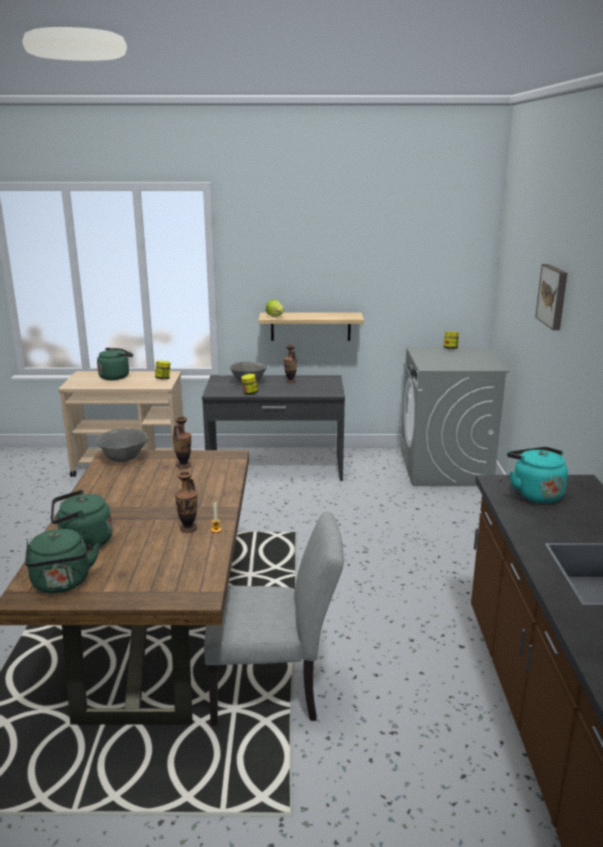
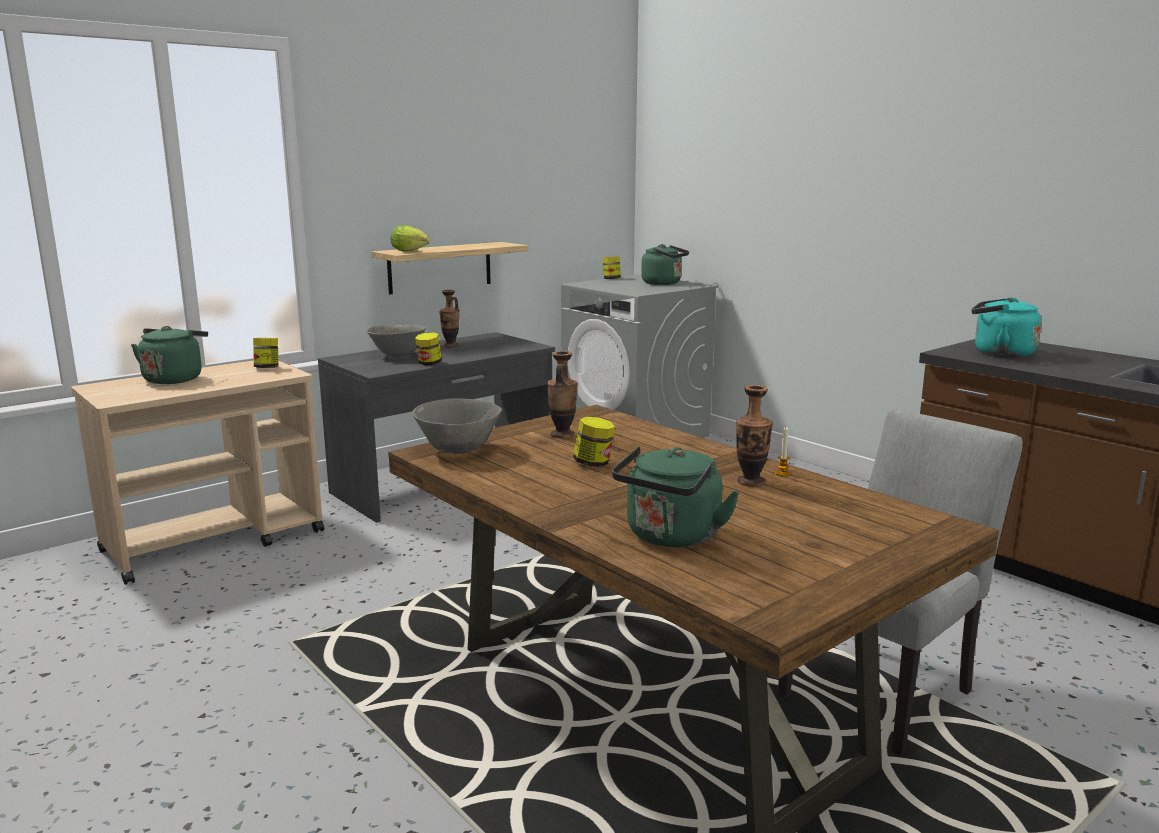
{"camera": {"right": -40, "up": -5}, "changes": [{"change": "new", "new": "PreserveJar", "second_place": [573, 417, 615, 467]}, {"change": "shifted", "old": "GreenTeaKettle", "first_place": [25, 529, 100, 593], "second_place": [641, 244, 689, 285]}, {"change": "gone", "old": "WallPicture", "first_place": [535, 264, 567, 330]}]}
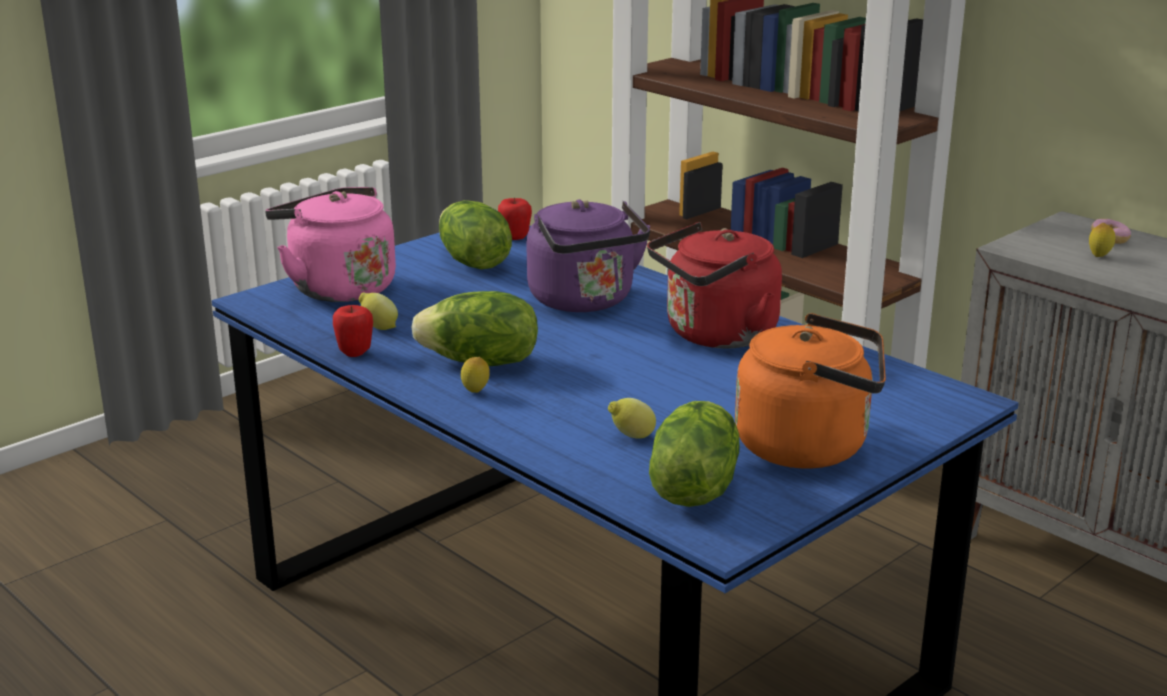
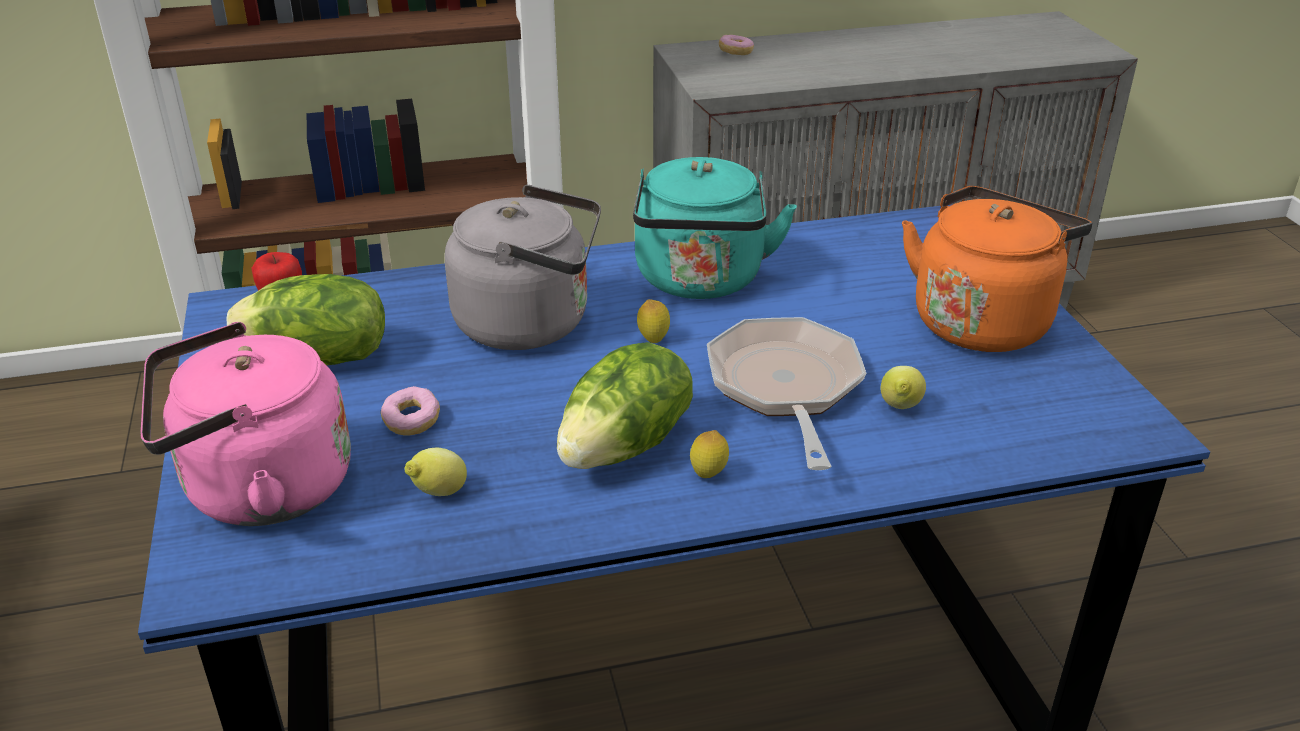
{"camera": {"right": -60, "up": 10}, "changes": [{"change": "new", "new": "Donut", "second_place": [381, 386, 440, 435]}, {"change": "repainted", "old": "PurpleColouredTeaKettle", "new": "GreyishTeaKettle", "first_place": [526, 199, 650, 312], "second_place": [445, 185, 601, 350]}, {"change": "repainted", "old": "RedTeaKettle", "new": "TurquoiseColouredTeaKettle", "first_place": [647, 222, 782, 348], "second_place": [633, 157, 797, 299]}, {"change": "shifted", "old": "Lemon", "first_place": [1089, 223, 1115, 257], "second_place": [637, 299, 670, 343]}, {"change": "new", "new": "FryingPan", "second_place": [707, 317, 866, 470]}, {"change": "gone", "old": "WholeApple", "first_place": [333, 305, 373, 357]}, {"change": "gone", "old": "LettuceHead", "first_place": [649, 401, 739, 507]}]}
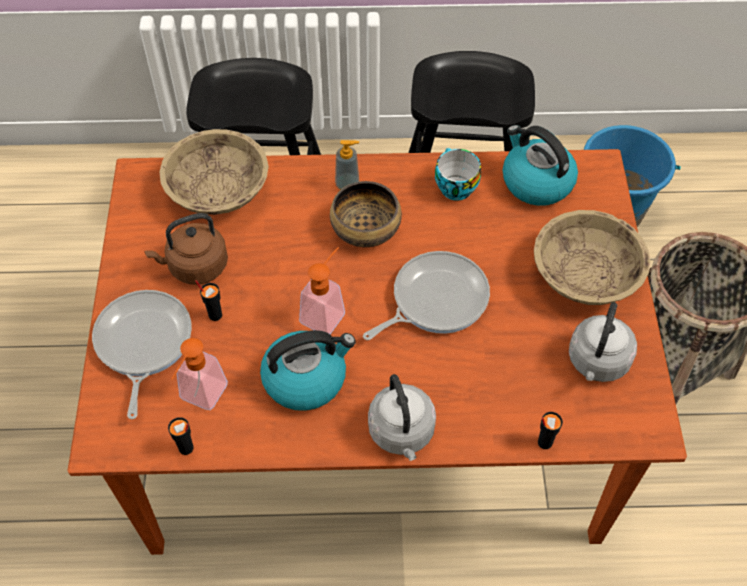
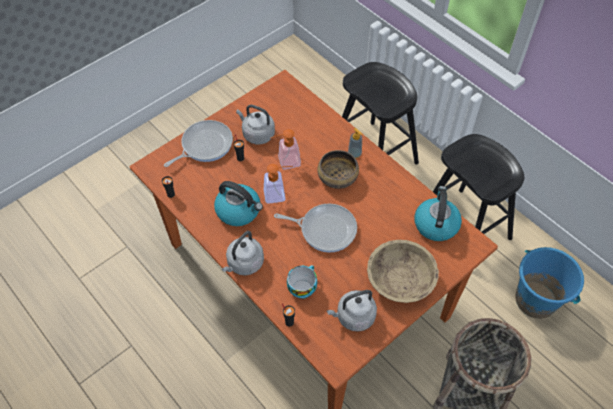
{"camera": {"right": 50, "up": 0}, "changes": [{"change": "repainted", "old": "BrownishTeaKettle", "new": "GreyishTeaKettle", "first_place": [144, 213, 228, 285], "second_place": [236, 105, 275, 144]}, {"change": "shifted", "old": "LiquidSoapBottle", "first_place": [171, 338, 228, 410], "second_place": [270, 129, 301, 169]}, {"change": "shifted", "old": "Cup", "first_place": [435, 148, 481, 201], "second_place": [287, 265, 317, 299]}, {"change": "gone", "old": "BeigeColouredDeepDish", "first_place": [159, 129, 269, 215]}]}
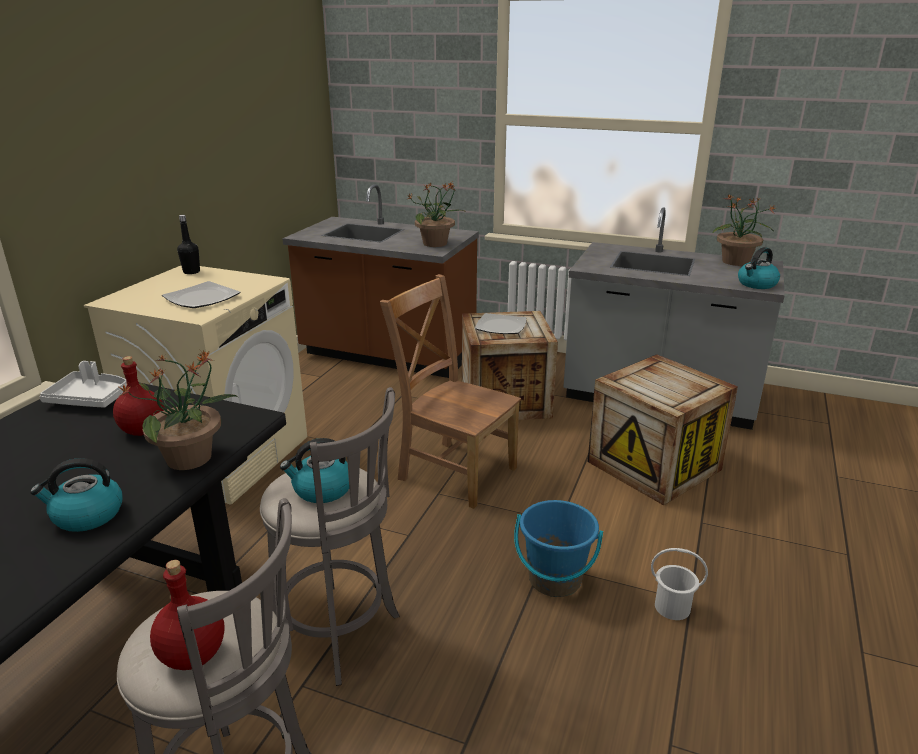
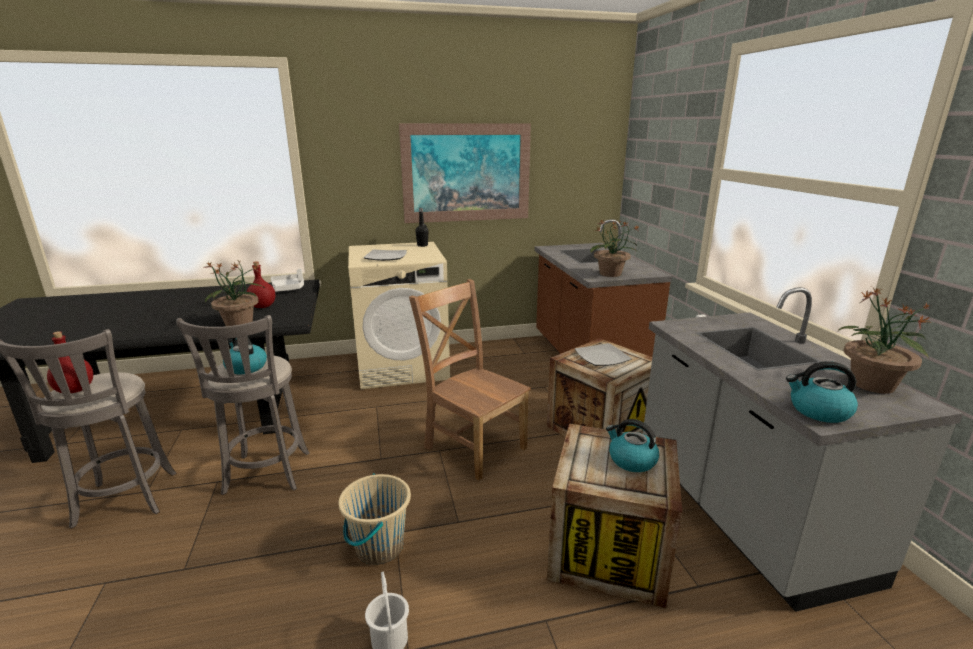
{"camera": {"right": 55, "up": -5}, "changes": [{"change": "repainted", "old": "BluishBucket", "new": "BeigeColouredBucket", "first_place": [514, 500, 603, 597], "second_place": [338, 473, 411, 565]}, {"change": "new", "new": "WallPicture", "second_place": [399, 123, 531, 223]}, {"change": "rotated", "old": "BrownishChair", "first_place": [380, 274, 521, 509], "second_place": [409, 279, 531, 481], "degrees": -45}, {"change": "shifted", "old": "TeaKettle", "first_place": [30, 458, 123, 532], "second_place": [606, 419, 659, 472]}]}
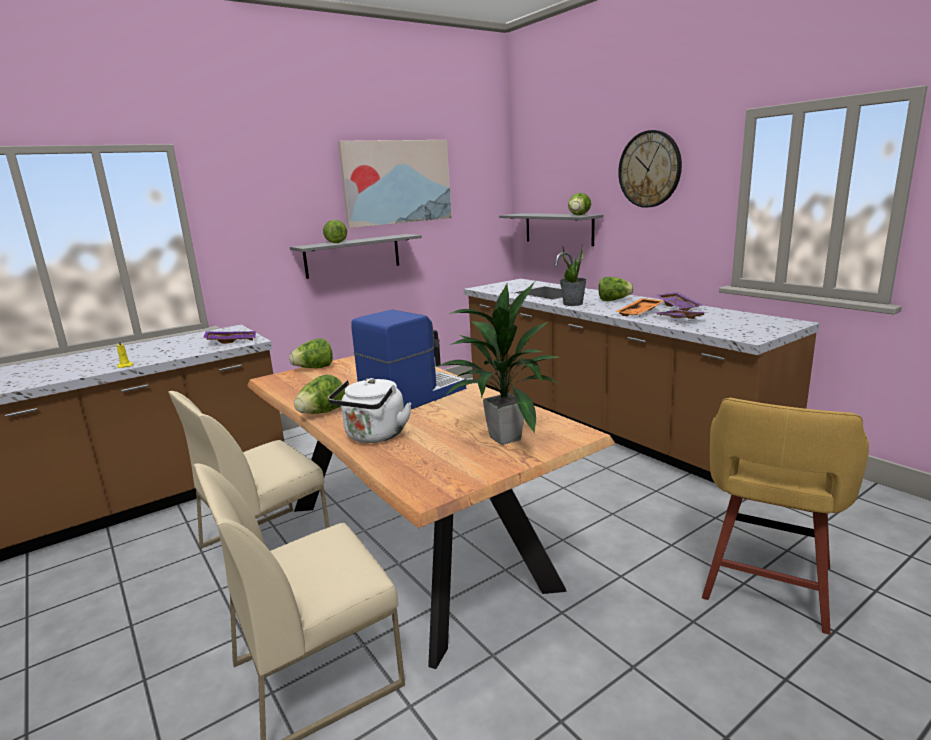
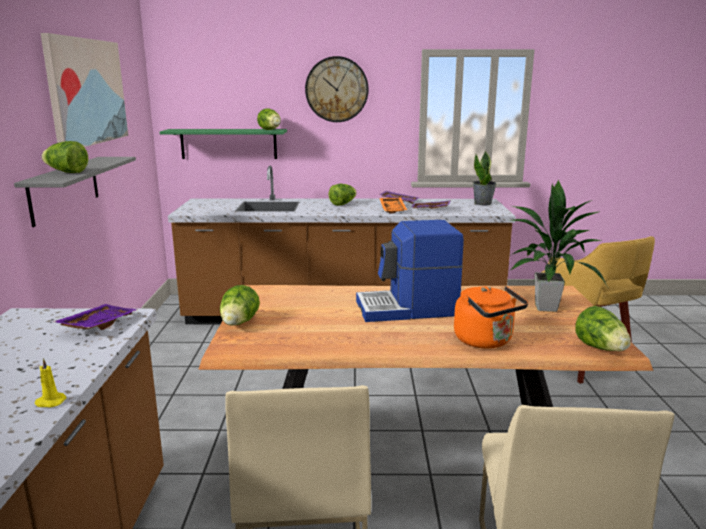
{"camera": {"right": -55, "up": 0}, "changes": [{"change": "repainted", "old": "GreyishWallShelf", "new": "GreenWallShelf", "first_place": [499, 213, 603, 246], "second_place": [159, 129, 287, 159]}, {"change": "rotated", "old": "CoffeeMachine", "first_place": [351, 310, 466, 409], "second_place": [356, 220, 464, 322], "degrees": -90}, {"change": "repainted", "old": "WhiteColouredTeaKettle", "new": "OrangeyTeaKettle", "first_place": [328, 378, 412, 443], "second_place": [454, 286, 528, 349]}, {"change": "shifted", "old": "PlantInAPot", "first_place": [560, 243, 587, 306], "second_place": [473, 151, 497, 205]}, {"change": "shifted", "old": "LettuceHead", "first_place": [294, 375, 345, 414], "second_place": [575, 306, 631, 351]}]}
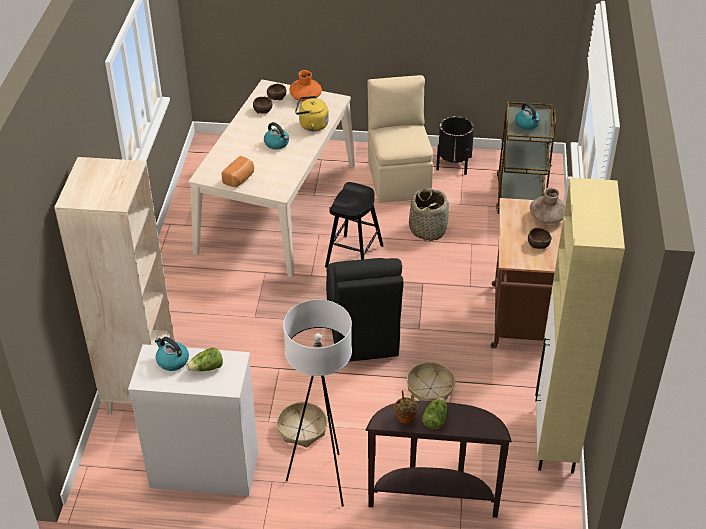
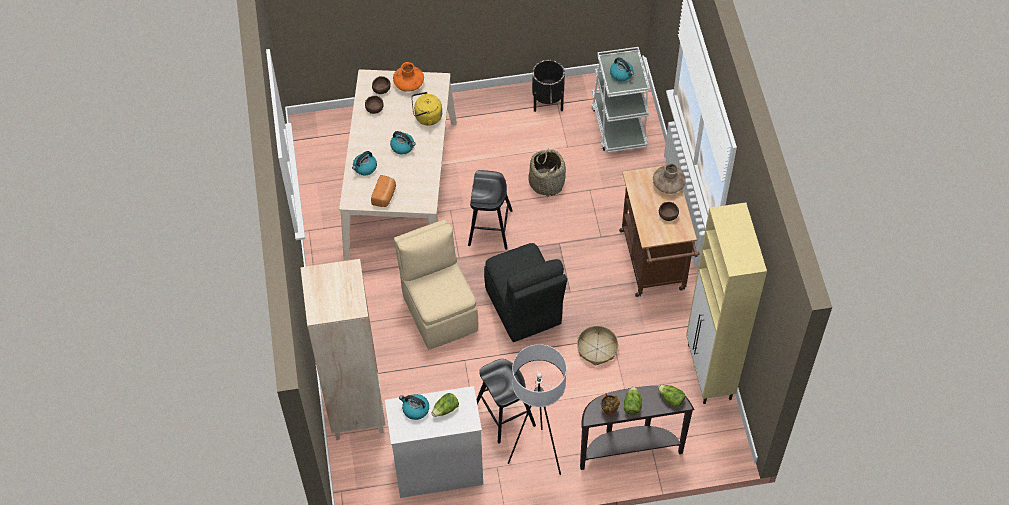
{"camera": {"right": -15, "up": 15}, "changes": [{"change": "new", "new": "TeaKettle", "second_place": [352, 151, 377, 175]}, {"change": "shifted", "old": "BeigeColouredChair", "first_place": [368, 75, 433, 203], "second_place": [394, 219, 478, 350]}, {"change": "swapped", "old": "HouseholdBasket", "new": "BlackishStoolSeat", "first_place": [277, 402, 327, 448], "second_place": [476, 359, 536, 444]}, {"change": "repainted", "old": "BrownishCart", "new": "WhiteColouredCart", "first_place": [496, 102, 556, 214], "second_place": [591, 47, 650, 153]}, {"change": "new", "new": "LettuceHead", "second_place": [658, 385, 685, 407]}]}
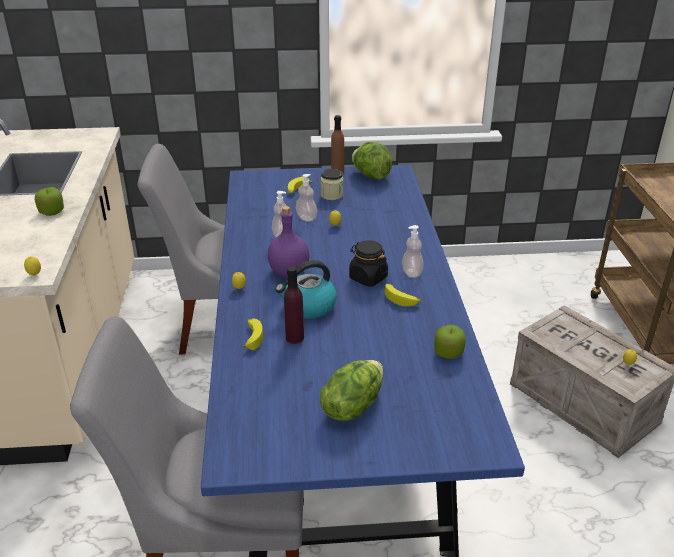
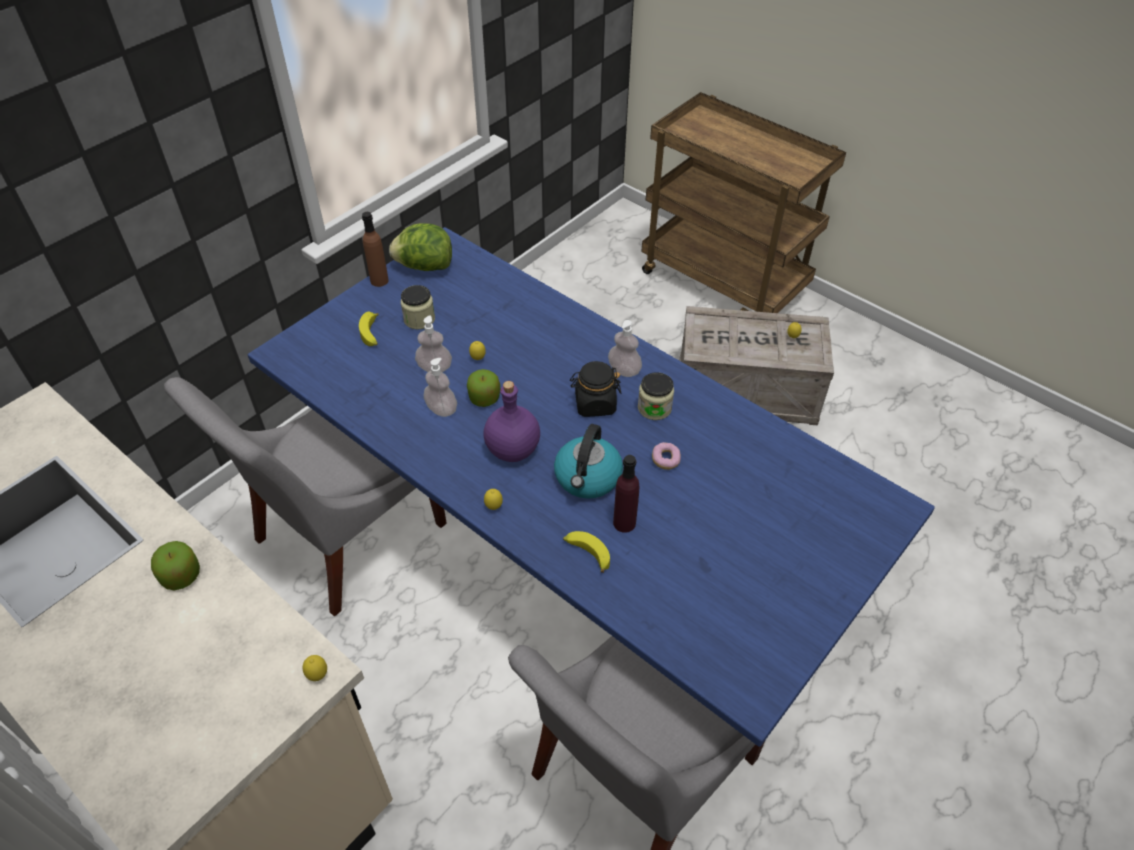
{"camera": {"right": -45, "up": 15}, "changes": [{"change": "shifted", "old": "WholeApple", "first_place": [435, 325, 466, 359], "second_place": [467, 369, 500, 407]}, {"change": "swapped", "old": "WholeBanana", "new": "PreserveJar", "first_place": [385, 283, 421, 306], "second_place": [638, 372, 674, 420]}, {"change": "new", "new": "Donut", "second_place": [652, 442, 681, 470]}, {"change": "gone", "old": "LettuceHead", "first_place": [320, 360, 383, 421]}]}
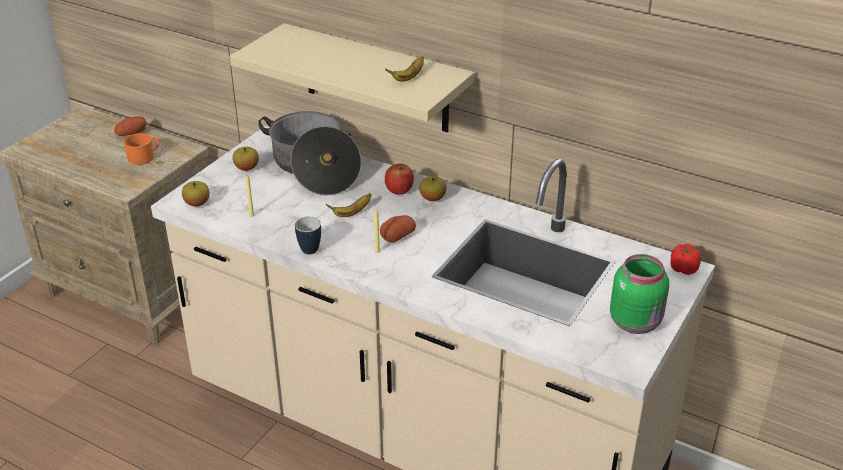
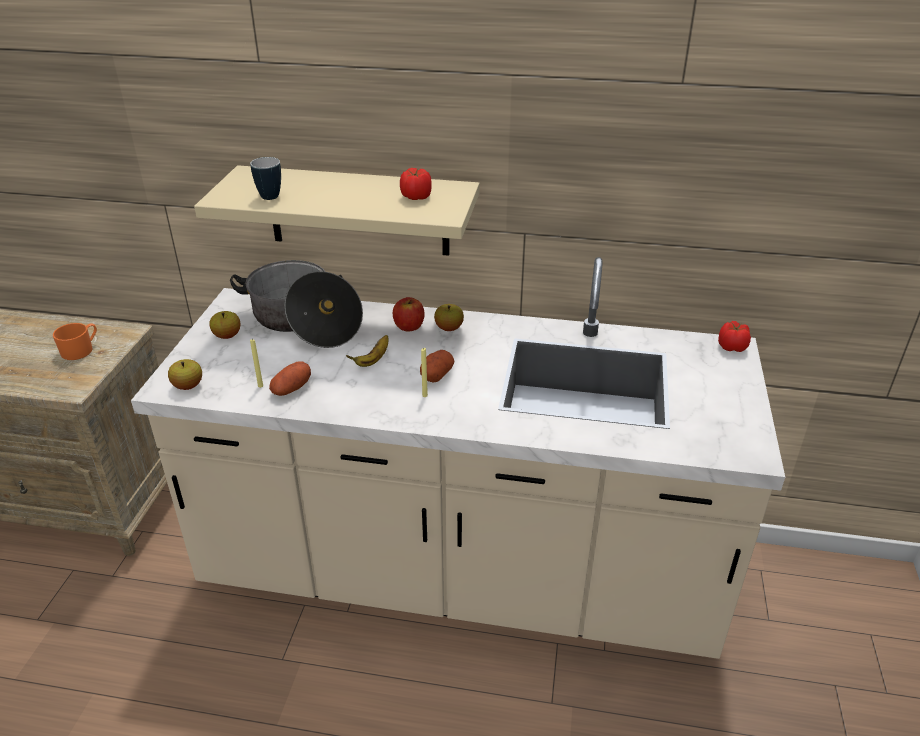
{"camera": {"right": -20, "up": 0}, "changes": [{"change": "shifted", "old": "CoffeeMug", "first_place": [295, 216, 321, 254], "second_place": [250, 157, 281, 200]}, {"change": "shifted", "old": "Spud", "first_place": [115, 116, 147, 136], "second_place": [269, 361, 311, 396]}, {"change": "swapped", "old": "WholeBanana", "new": "WholeTomato", "first_place": [385, 56, 424, 82], "second_place": [400, 168, 432, 200]}, {"change": "gone", "old": "GreenPreserveJar", "first_place": [610, 254, 669, 334]}]}
